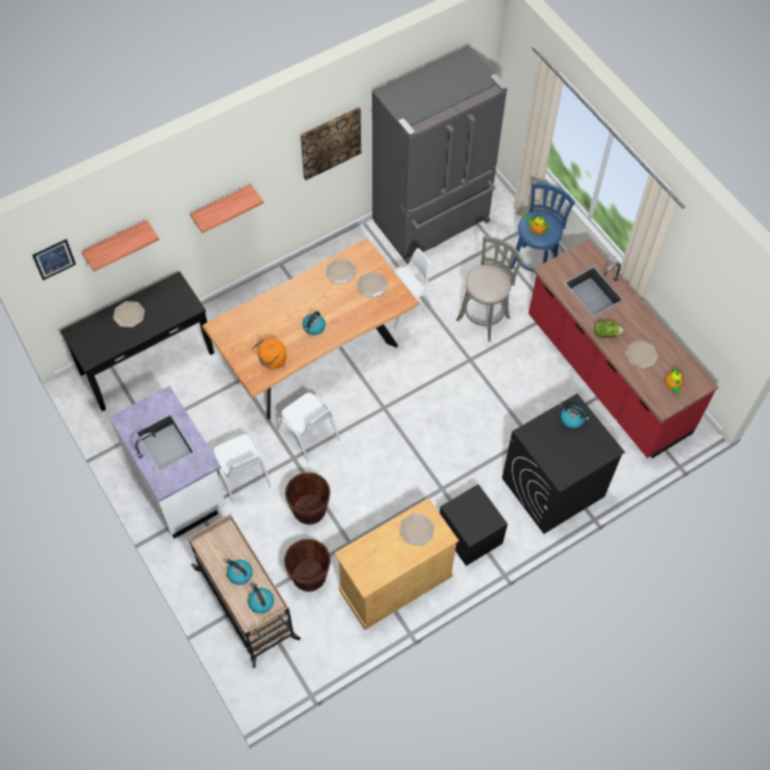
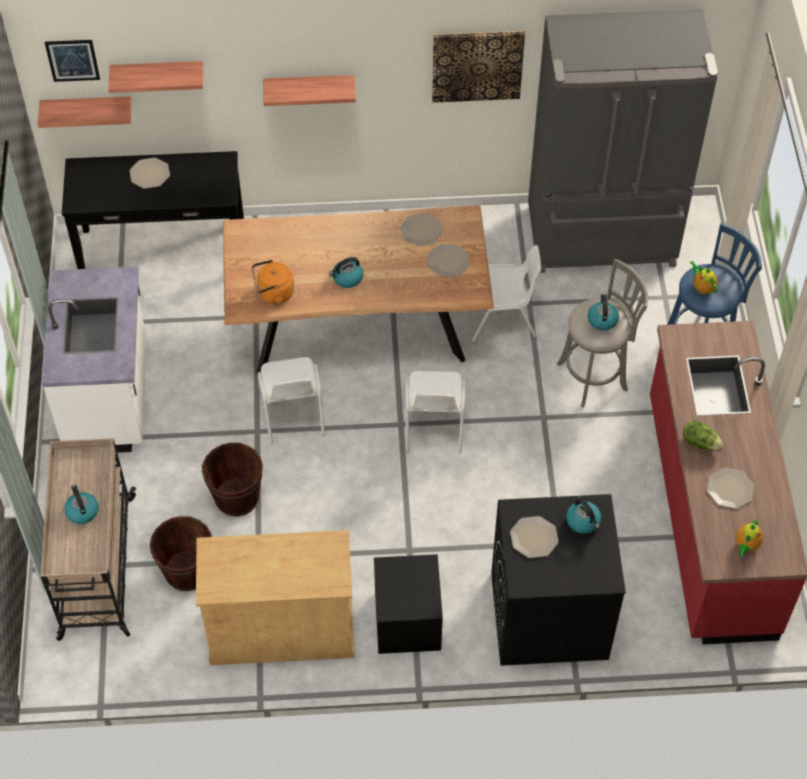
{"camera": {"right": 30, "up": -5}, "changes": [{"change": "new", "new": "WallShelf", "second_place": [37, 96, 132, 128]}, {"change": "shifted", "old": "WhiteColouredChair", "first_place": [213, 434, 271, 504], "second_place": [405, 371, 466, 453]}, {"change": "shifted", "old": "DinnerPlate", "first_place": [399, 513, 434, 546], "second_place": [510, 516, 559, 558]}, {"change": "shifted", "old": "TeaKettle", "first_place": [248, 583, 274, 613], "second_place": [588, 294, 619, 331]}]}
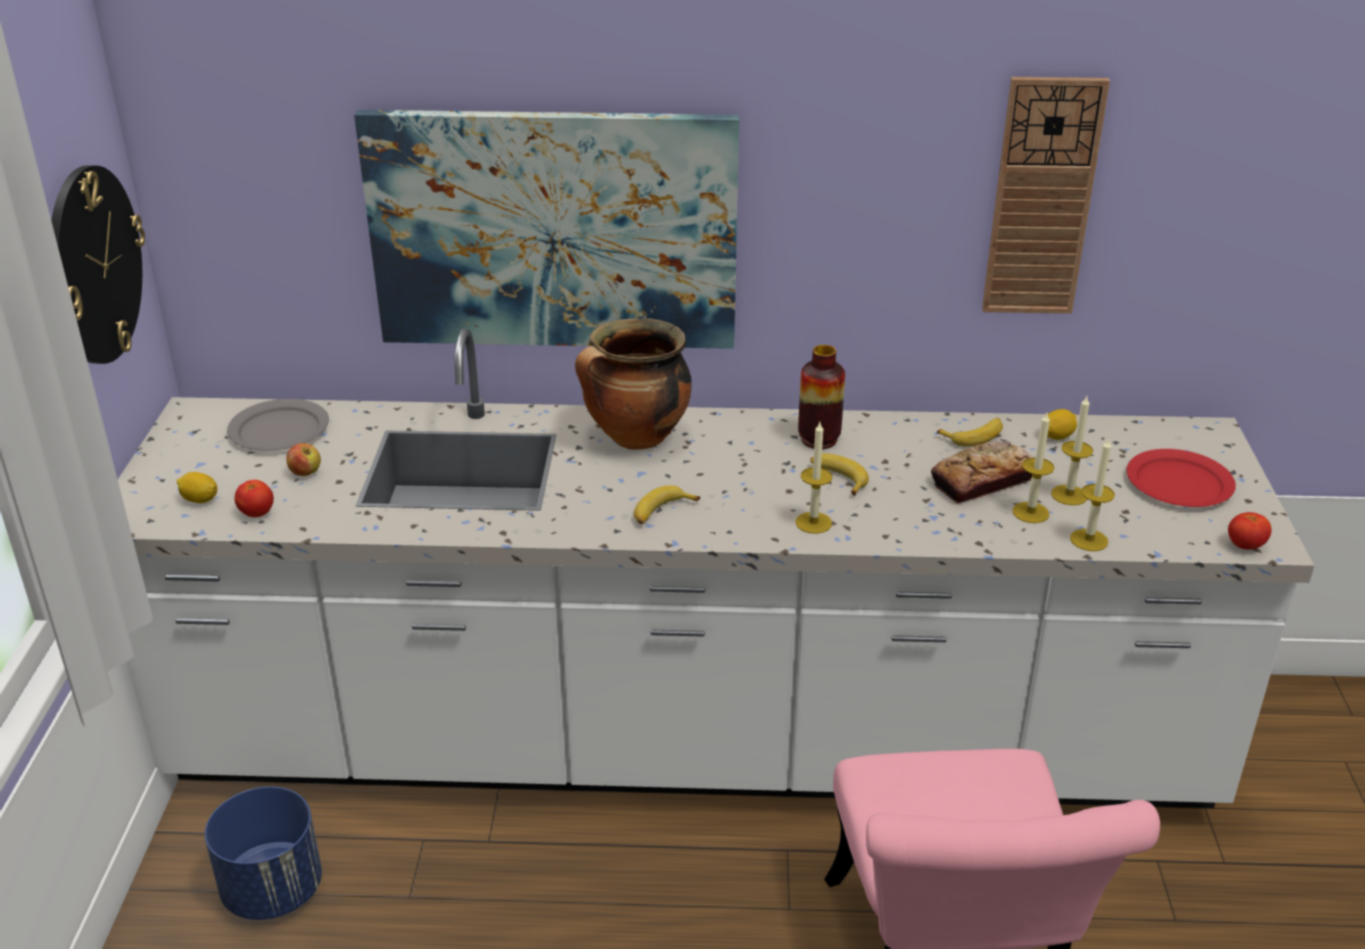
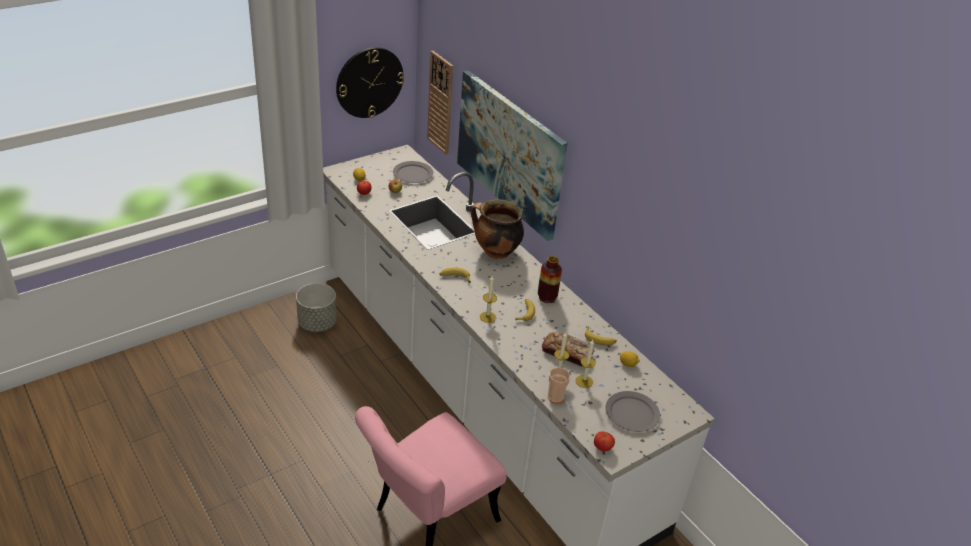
{"camera": {"right": 50, "up": 5}, "changes": [{"change": "repainted", "old": "BluishPlanter", "new": "GreyishPlanter", "first_place": [205, 786, 322, 920], "second_place": [296, 283, 337, 332]}, {"change": "shifted", "old": "ClockOnTheWall", "first_place": [982, 77, 1110, 314], "second_place": [427, 51, 453, 155]}, {"change": "swapped", "old": "Candle", "new": "Cup", "first_place": [1070, 437, 1115, 551], "second_place": [548, 368, 570, 403]}, {"change": "repainted", "old": "RedDinnerPlate", "new": "GreyishDinnerPlate", "first_place": [1126, 449, 1236, 507], "second_place": [606, 391, 660, 432]}]}
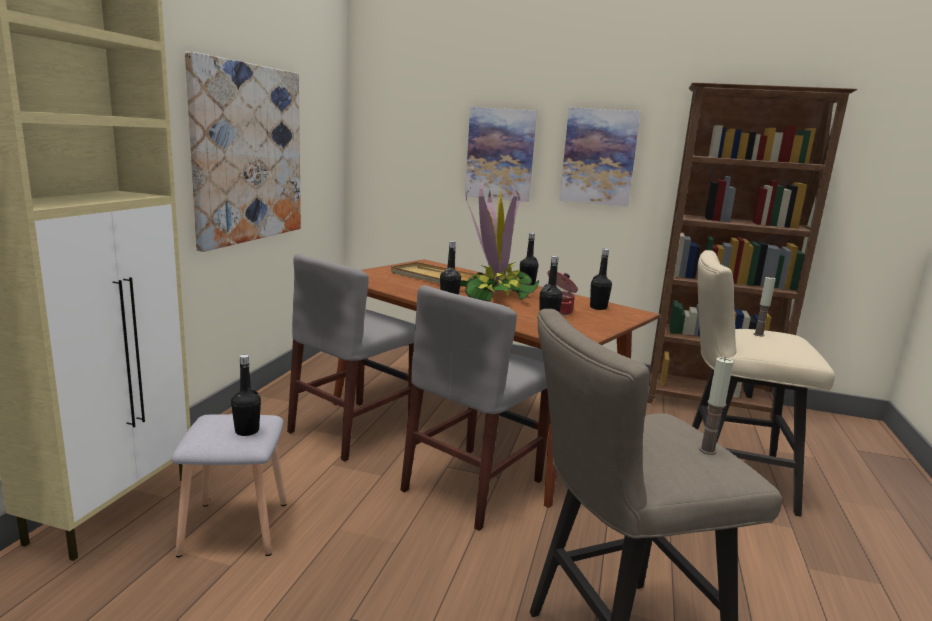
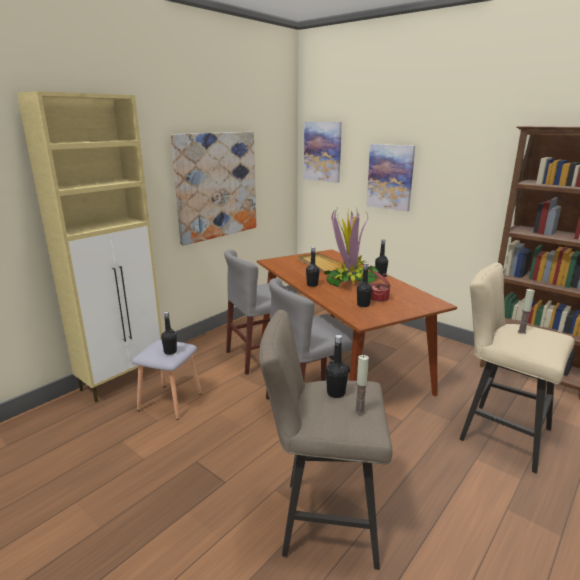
{"camera": {"right": 25, "up": 5}, "changes": [{"change": "shifted", "old": "WallPicture", "first_place": [560, 108, 641, 207], "second_place": [304, 122, 342, 183]}, {"change": "shifted", "old": "BlackishBeverageBottle", "first_place": [590, 249, 612, 310], "second_place": [326, 335, 348, 398]}]}
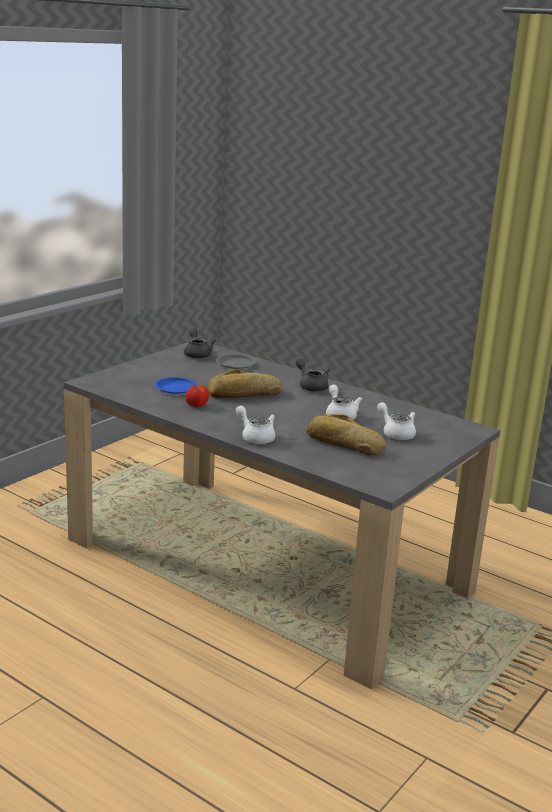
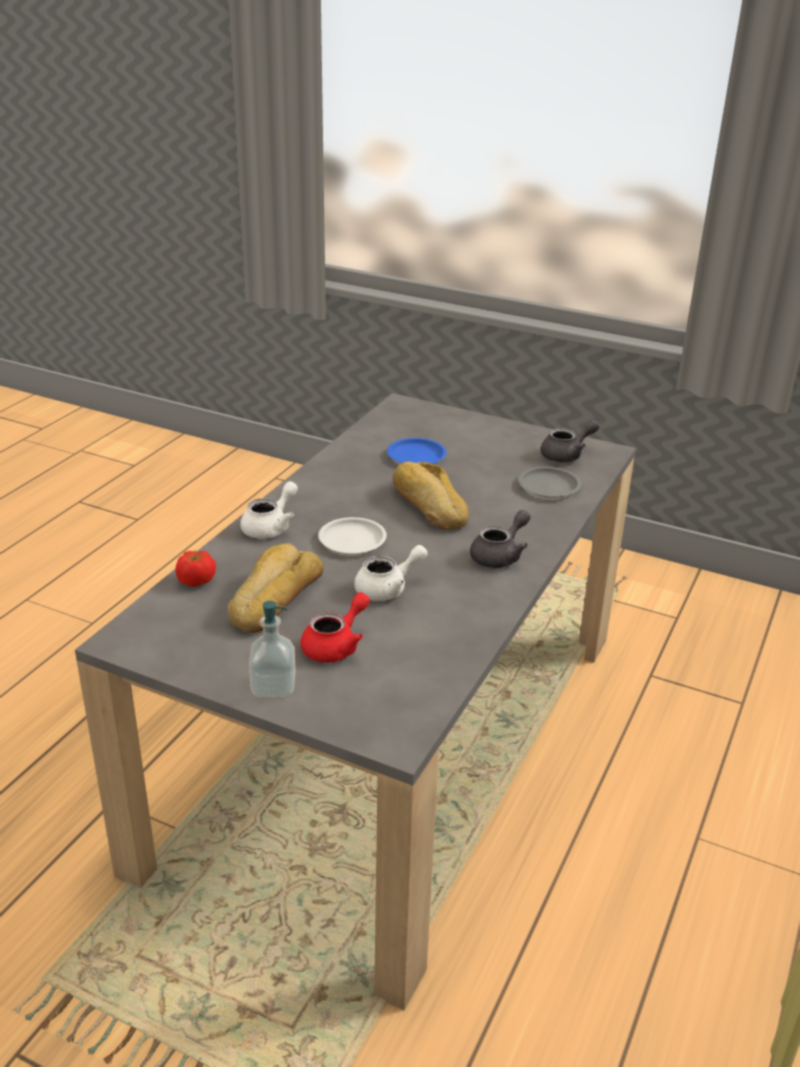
{"camera": {"right": 80, "up": 10}, "changes": [{"change": "shifted", "old": "WholeTomato", "first_place": [186, 385, 209, 407], "second_place": [175, 550, 216, 587]}, {"change": "new", "new": "LiquidSoapBottle", "second_place": [249, 601, 296, 697]}, {"change": "repainted", "old": "WhiteColouredTeapot", "new": "RedTeapot", "first_place": [377, 402, 416, 440], "second_place": [300, 592, 370, 663]}, {"change": "new", "new": "WhiteColouredDinnerPlate", "second_place": [318, 517, 387, 554]}]}
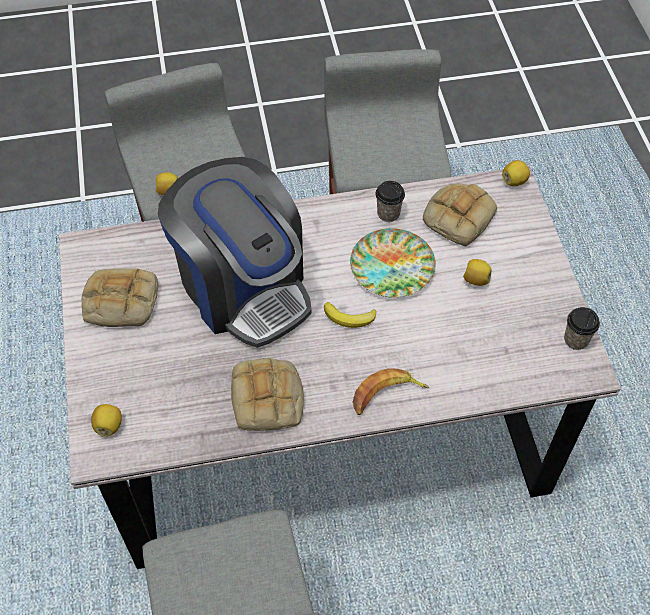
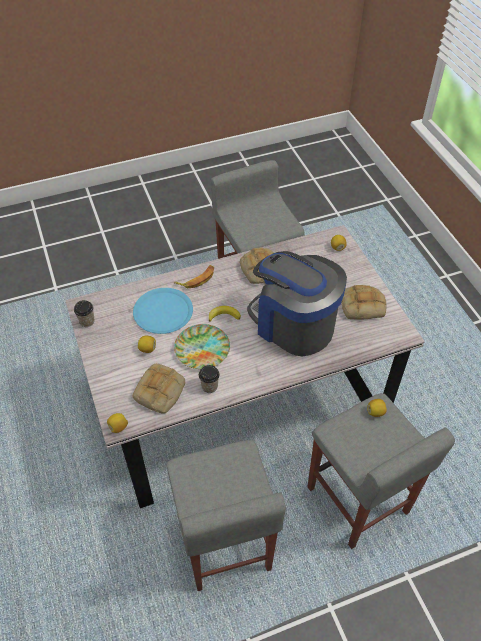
{"camera": {"right": 170, "up": -5}, "changes": [{"change": "new", "new": "BluishDinnerPlate", "second_place": [133, 288, 193, 334]}]}
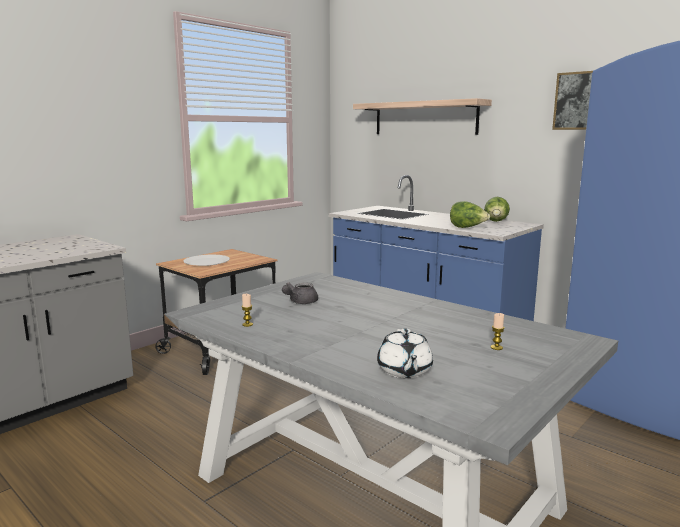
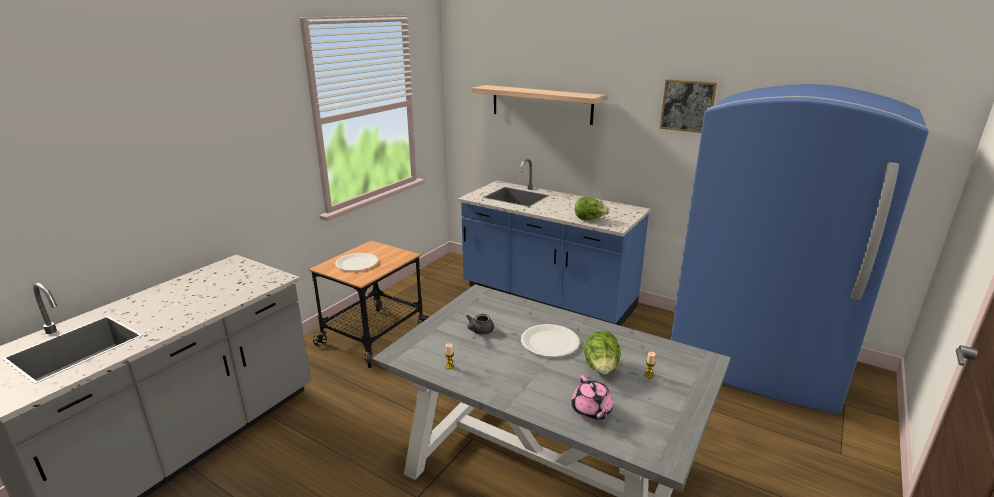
{"camera": {"right": -10, "up": 10}, "changes": [{"change": "new", "new": "WhiteColouredDinnerPlate", "second_place": [521, 324, 579, 357]}, {"change": "repainted", "old": "WhiteColouredTeapot", "new": "PinkTeapot", "first_place": [377, 328, 433, 378], "second_place": [571, 375, 613, 420]}, {"change": "shifted", "old": "LettuceHead", "first_place": [484, 197, 510, 222], "second_place": [584, 330, 621, 375]}]}
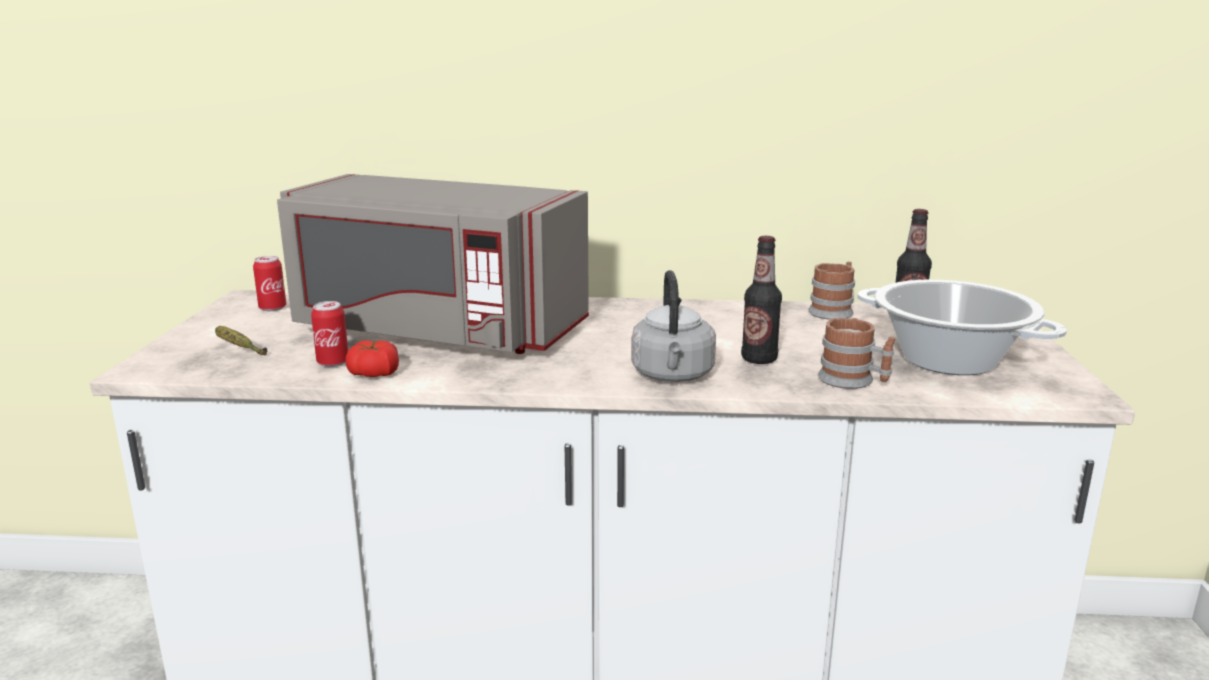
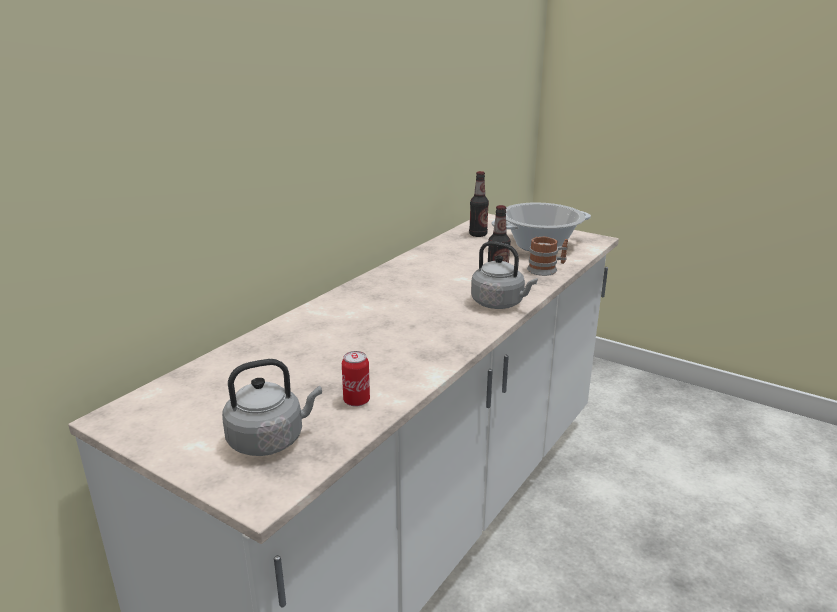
{"camera": {"right": -60, "up": 5}, "changes": [{"change": "swapped", "old": "WholeBanana", "new": "GreyishTeaKettle", "first_place": [215, 326, 267, 356], "second_place": [222, 359, 322, 456]}, {"change": "gone", "old": "Can", "first_place": [253, 256, 286, 311]}, {"change": "gone", "old": "GreyishKitchenMicrowave", "first_place": [277, 174, 589, 354]}, {"change": "gone", "old": "WholeTomato", "first_place": [345, 340, 399, 377]}, {"change": "gone", "old": "CoffeeMug", "first_place": [808, 262, 855, 319]}]}
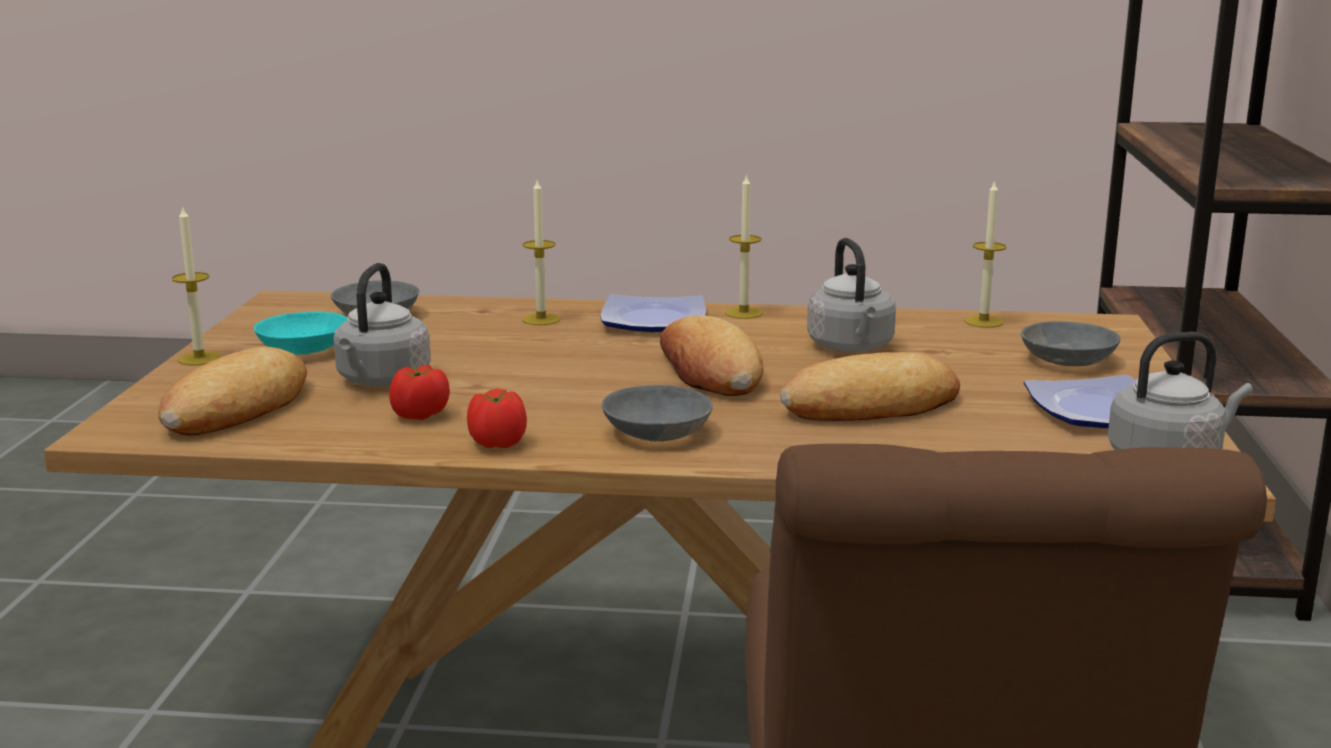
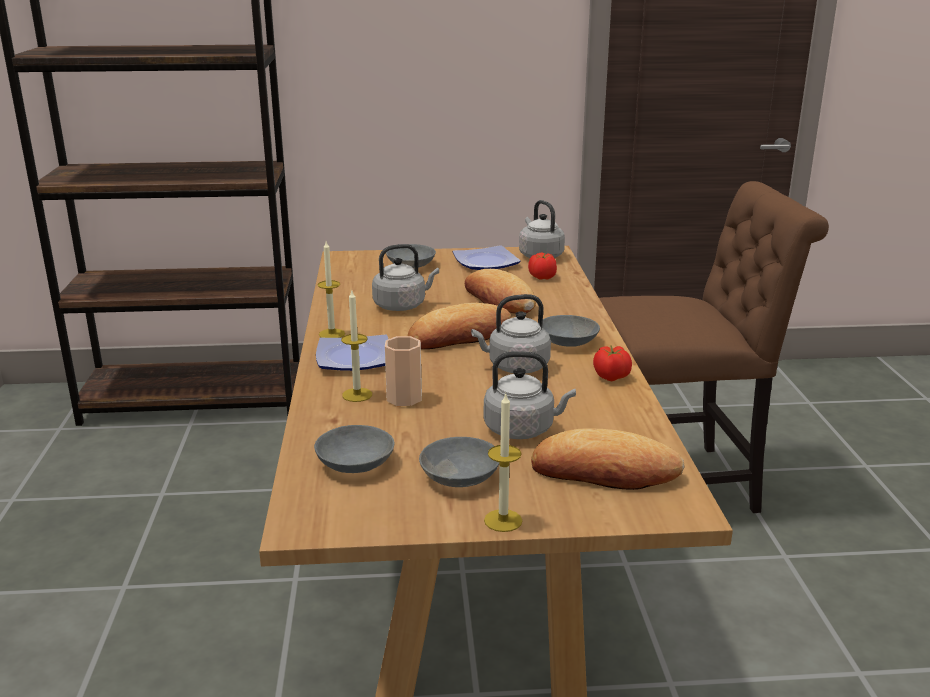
{"camera": {"right": -100, "up": 5}, "changes": [{"change": "new", "new": "Cup", "second_place": [385, 336, 422, 406]}, {"change": "repainted", "old": "TurquoiseColouredDeepDish", "new": "GreyishDeepDish", "first_place": [254, 311, 347, 354], "second_place": [419, 437, 499, 487]}, {"change": "new", "new": "GreyishTeaKettle", "second_place": [471, 294, 551, 374]}, {"change": "shifted", "old": "WholeTomato", "first_place": [389, 365, 450, 420], "second_place": [528, 252, 557, 279]}, {"change": "gone", "old": "Candle", "first_place": [964, 179, 1006, 328]}]}
